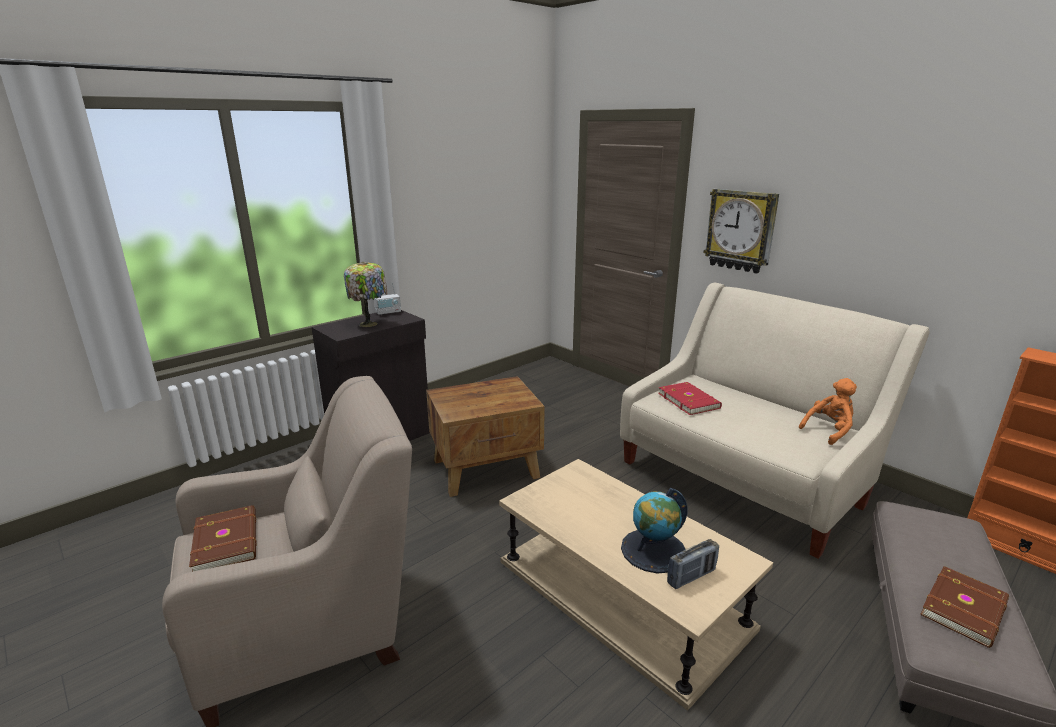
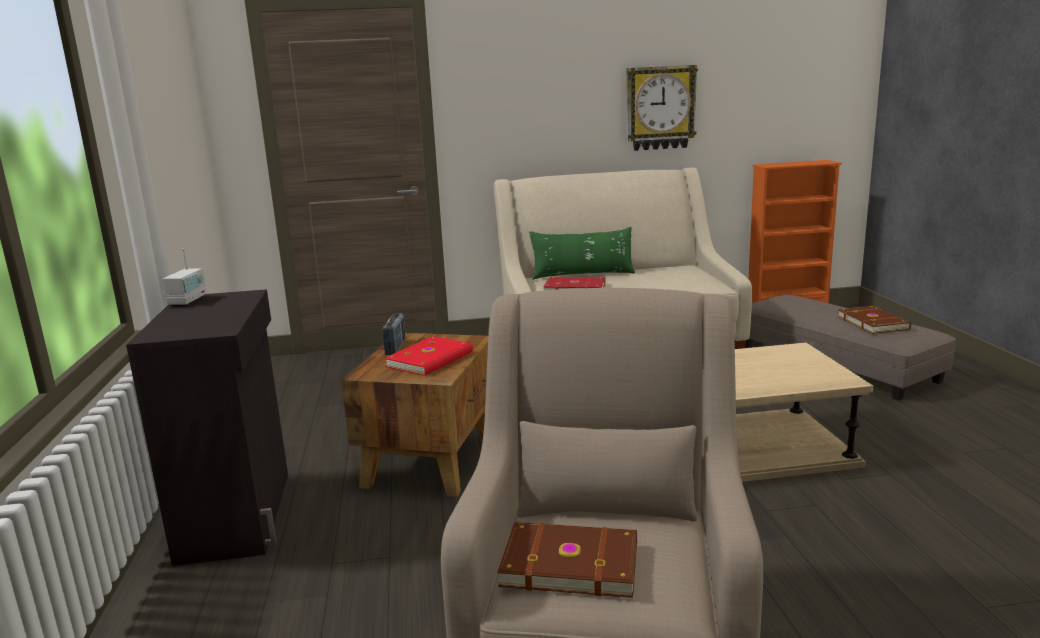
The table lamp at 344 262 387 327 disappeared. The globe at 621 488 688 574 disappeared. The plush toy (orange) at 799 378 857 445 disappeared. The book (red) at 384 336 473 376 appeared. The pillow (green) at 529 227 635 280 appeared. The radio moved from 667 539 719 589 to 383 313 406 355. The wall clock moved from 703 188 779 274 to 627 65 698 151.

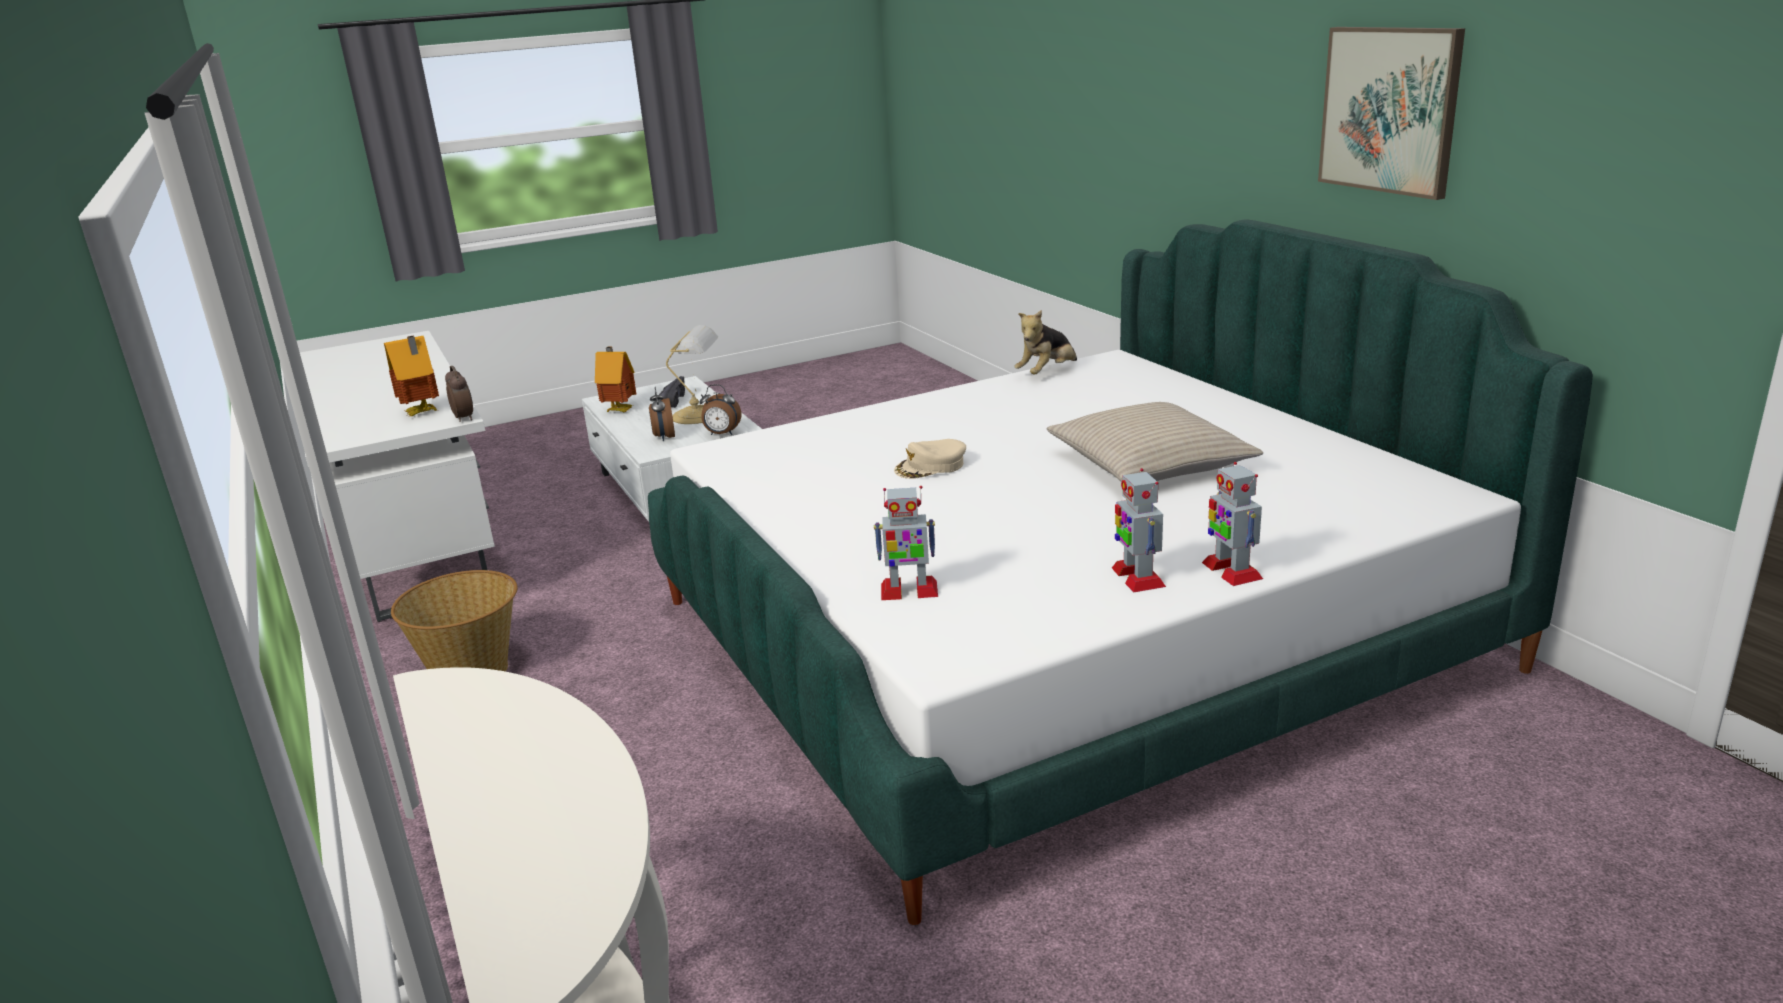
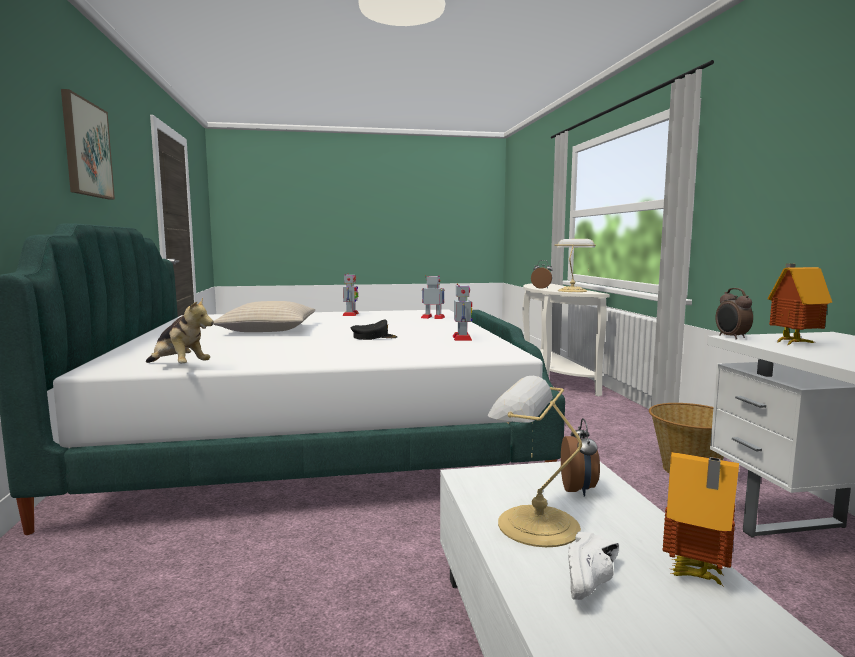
The table lamp at 554 239 596 292 appeared. The alarm clock moved from 699 384 741 435 to 531 260 553 289. The toy robot moved from 1202 462 1263 586 to 453 284 472 341. The shoe (black) at 659 376 685 408 became the shoe (white) at 568 532 619 600. The cap (beige) at 894 439 966 479 became the cap (black) at 351 319 397 340. The plush toy at 1014 310 1077 374 turned 60 degrees clockwise.

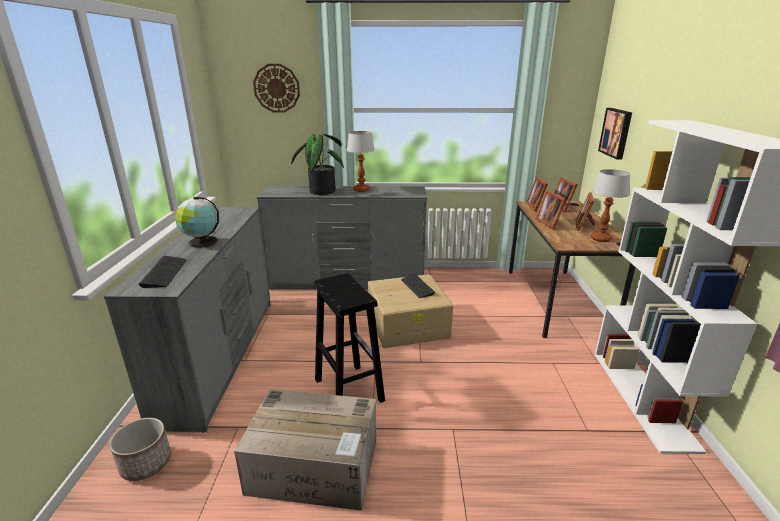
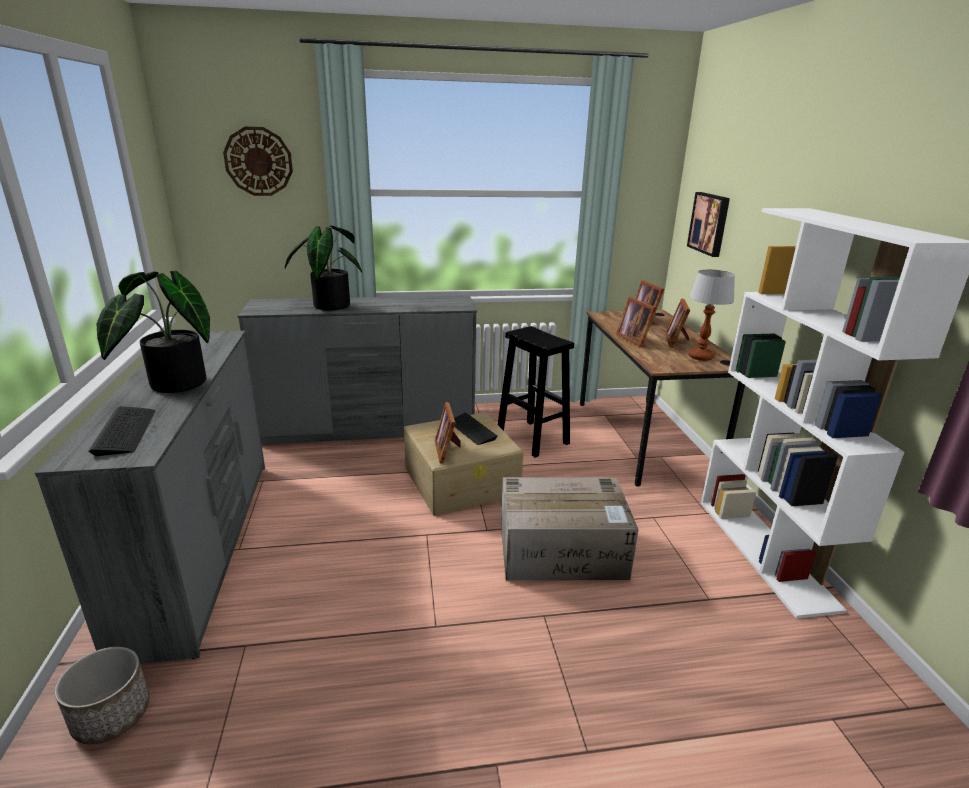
The table lamp at 347 131 375 192 disappeared. The cardboard box moved from 234 389 376 511 to 501 477 639 581. The stool (black) moved from 314 273 385 403 to 498 326 574 458. The picture frame moved from 526 176 548 211 to 435 402 461 464. The globe at 175 197 219 248 was replaced by the potted plant at 97 271 210 393.

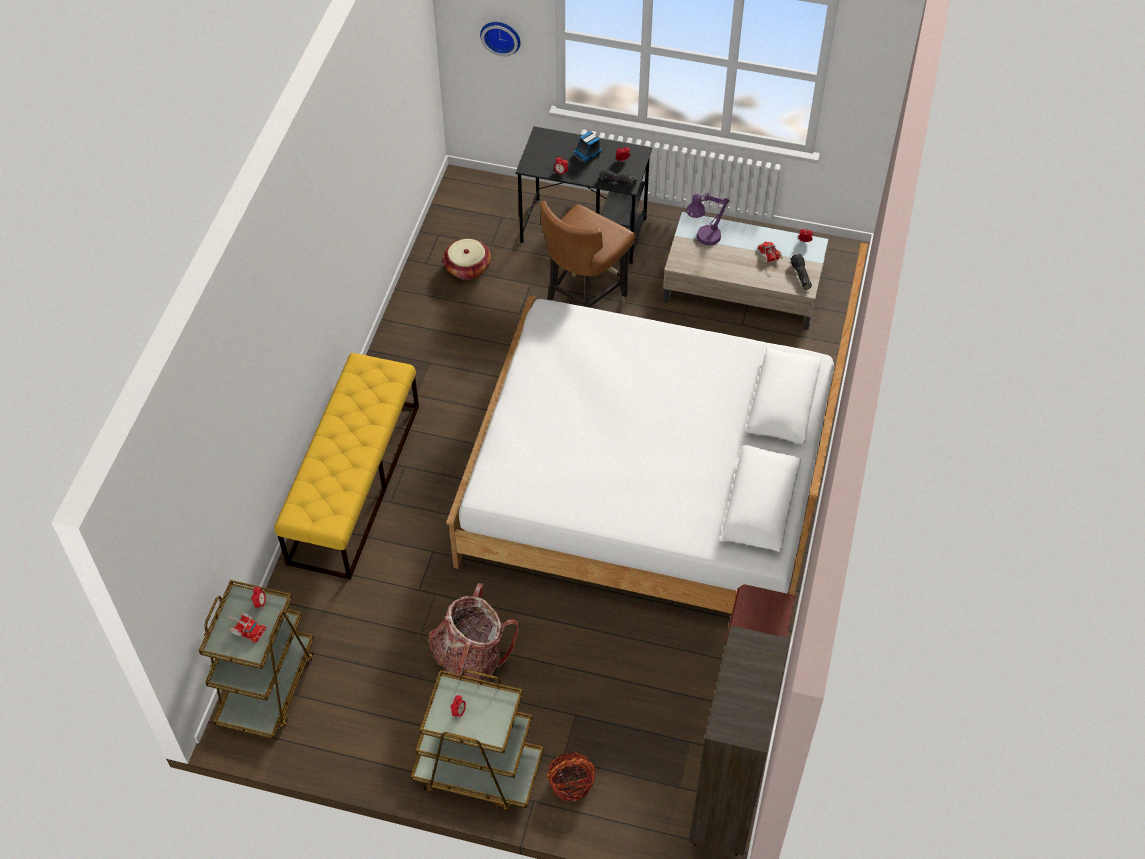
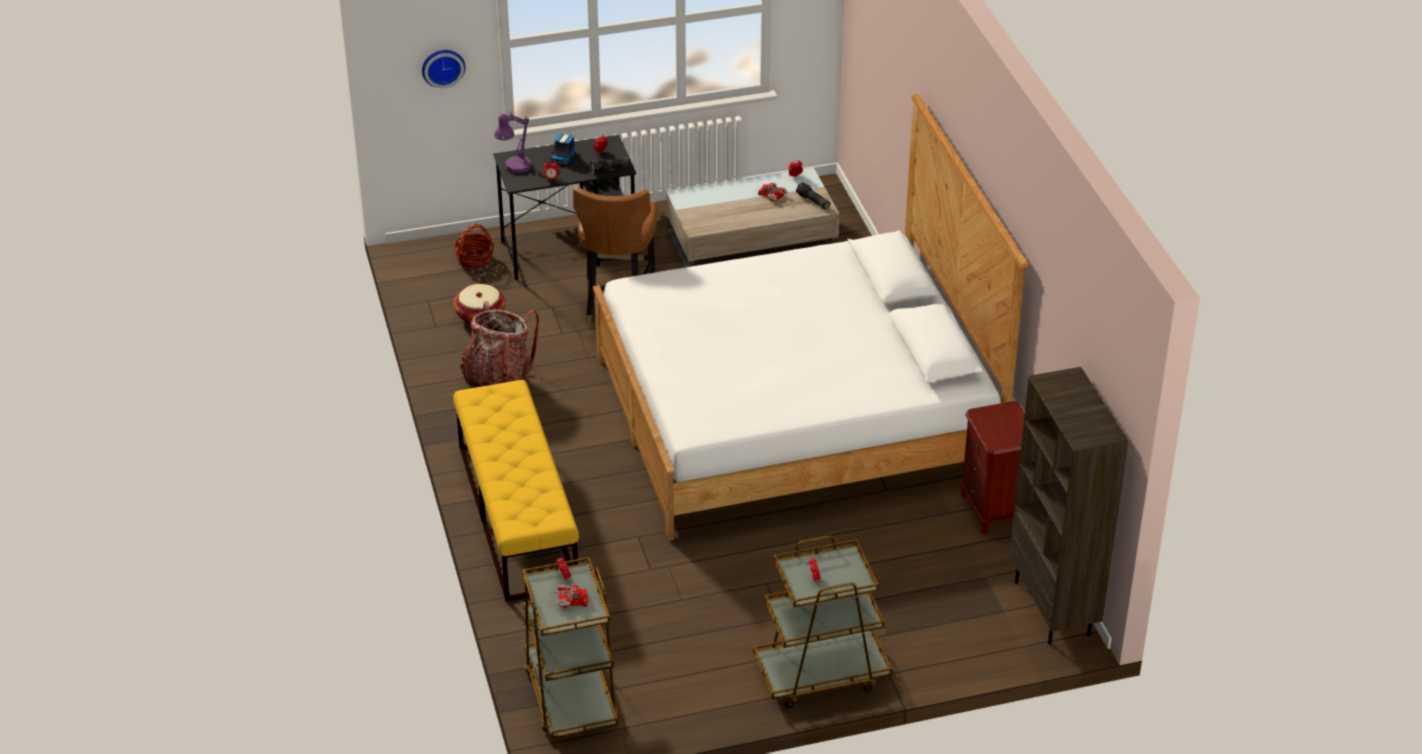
The backpack moved from 428 583 519 683 to 460 301 539 388. The basket moved from 547 752 596 801 to 454 224 494 270. The table lamp (purple) moved from 686 193 730 245 to 494 111 531 174.

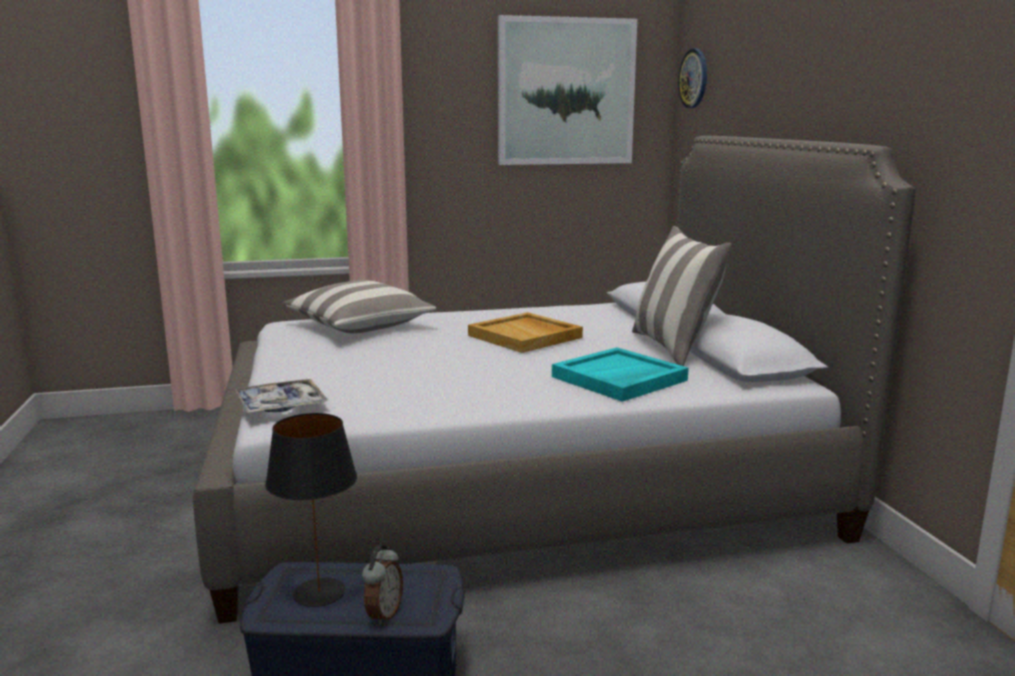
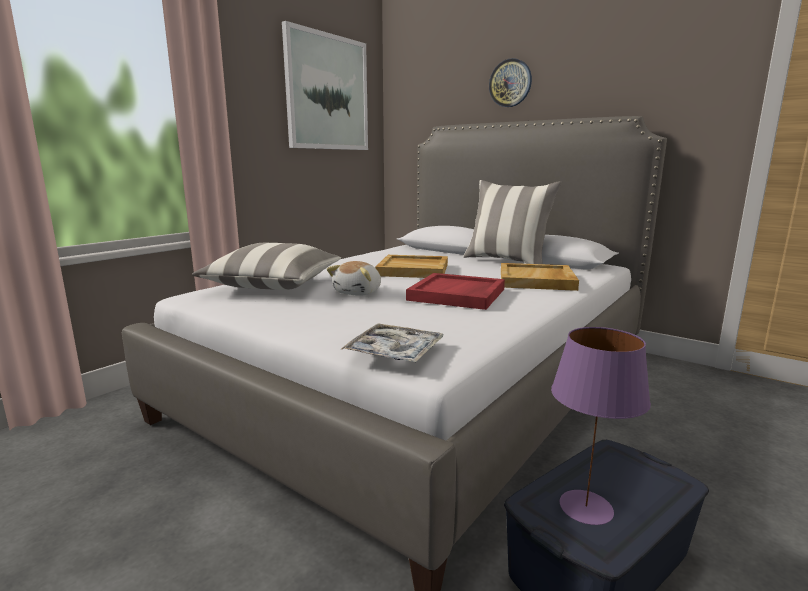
The alarm clock at 362 545 403 626 disappeared. The plush toy at 327 261 381 296 appeared. The tray (red) at 406 273 505 310 appeared. The wall clock moved from 678 49 707 108 to 489 58 532 107. The table lamp (black) at 265 413 357 607 became the table lamp (purple) at 551 327 651 525. The tray (turquoise) at 552 347 689 402 became the tray (beige) at 501 263 579 291.

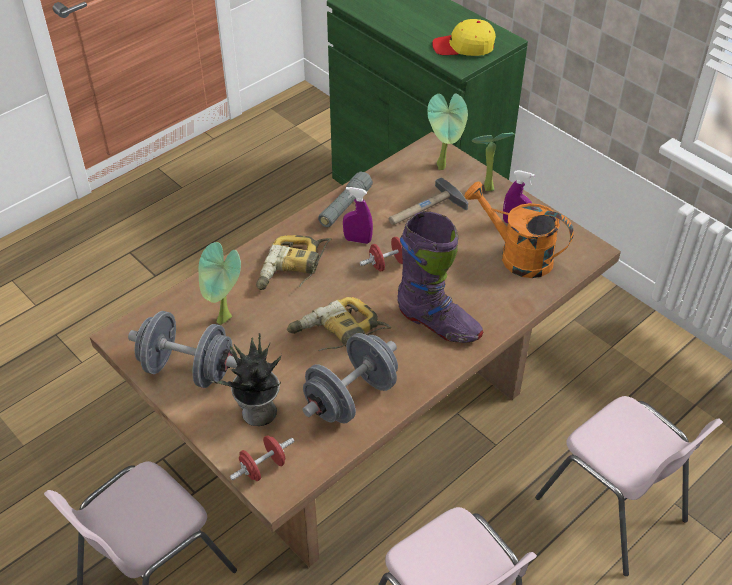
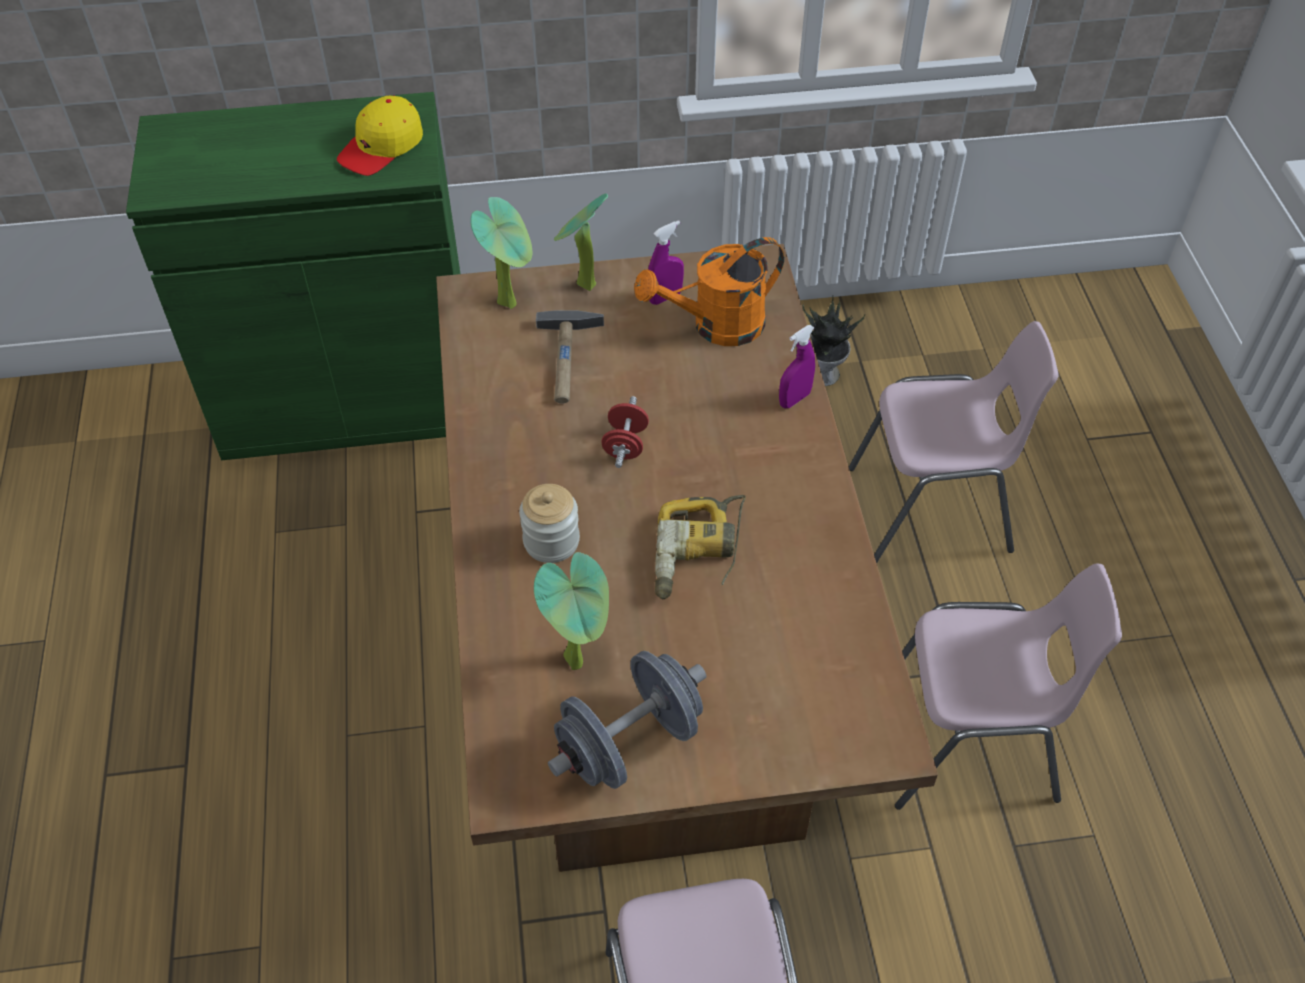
The dumbbell (red) at 230 435 294 481 disappeared. The dumbbell (grey) at 302 333 398 423 disappeared. The flashlight (grey) at 318 172 373 227 disappeared. The boot (purple) at 397 211 483 343 disappeared. The potted plant moved from 211 333 282 426 to 802 295 865 386. The spray bottle (purple) moved from 343 187 373 244 to 779 325 815 409. The power drill at 256 235 332 290 was replaced by the jar at 519 484 580 563.

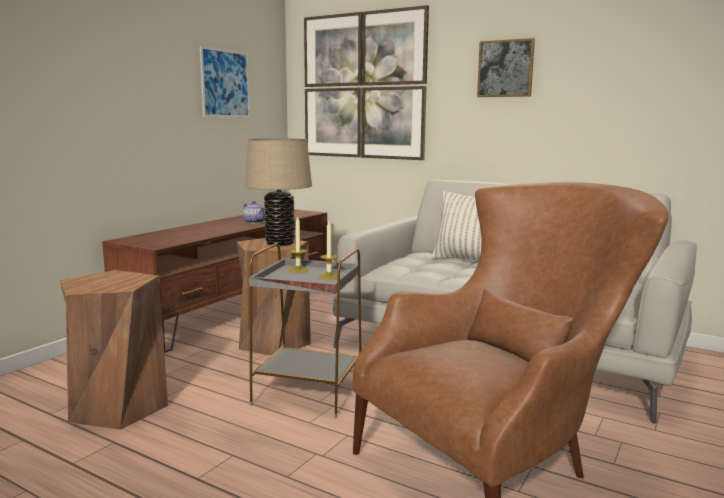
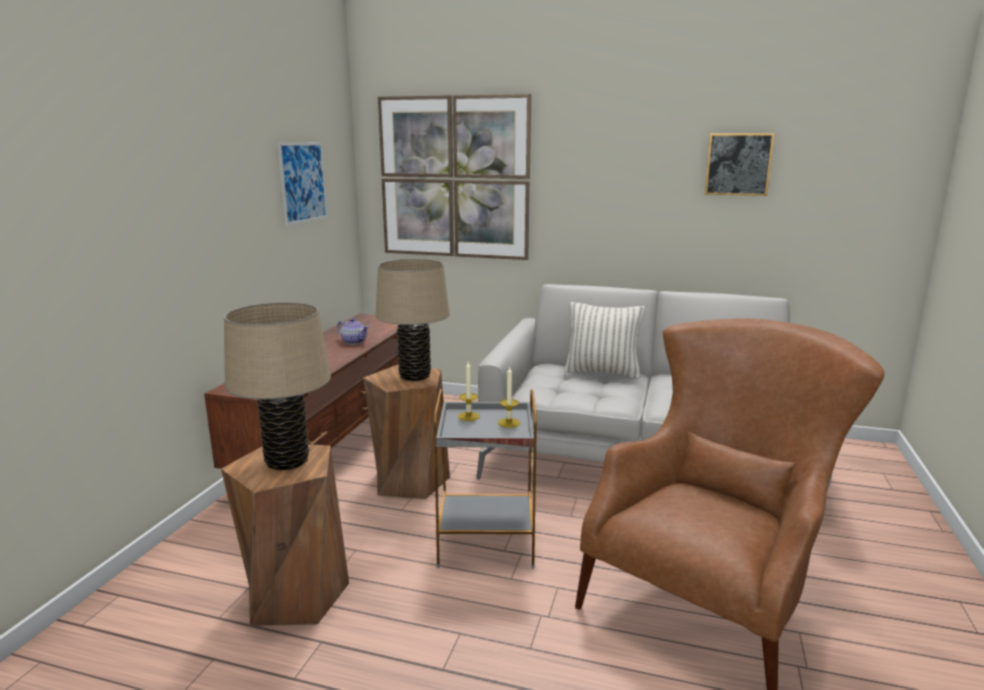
The table lamp (beige) at 224 302 331 471 appeared. The picture moved from 477 38 535 97 to 705 133 775 196.

